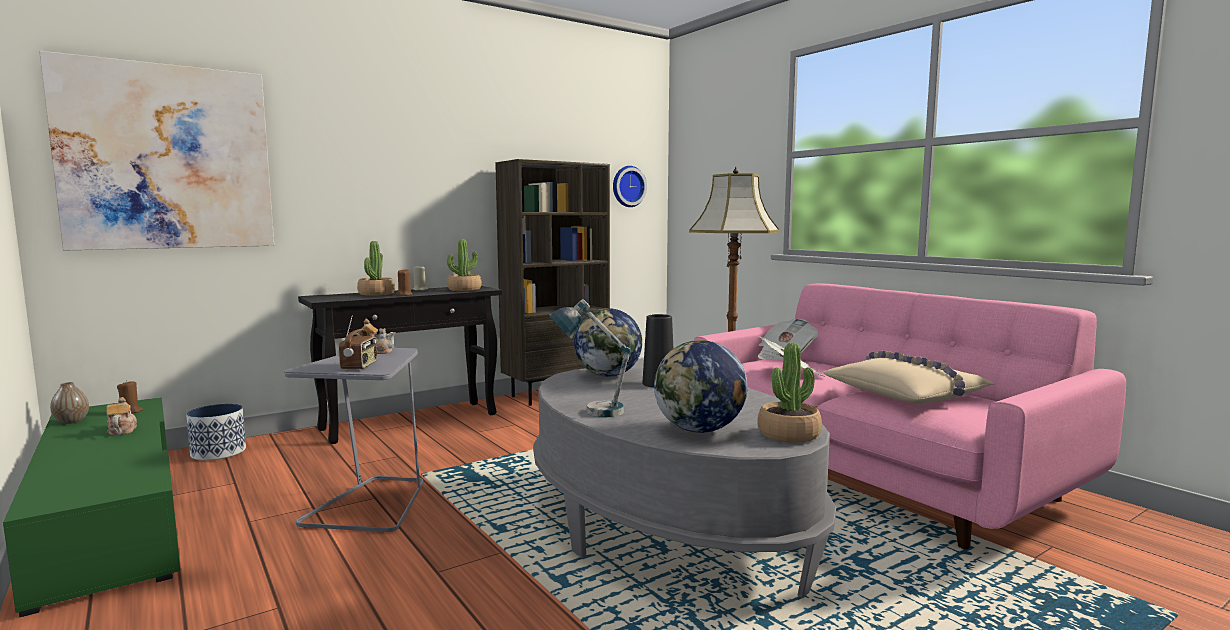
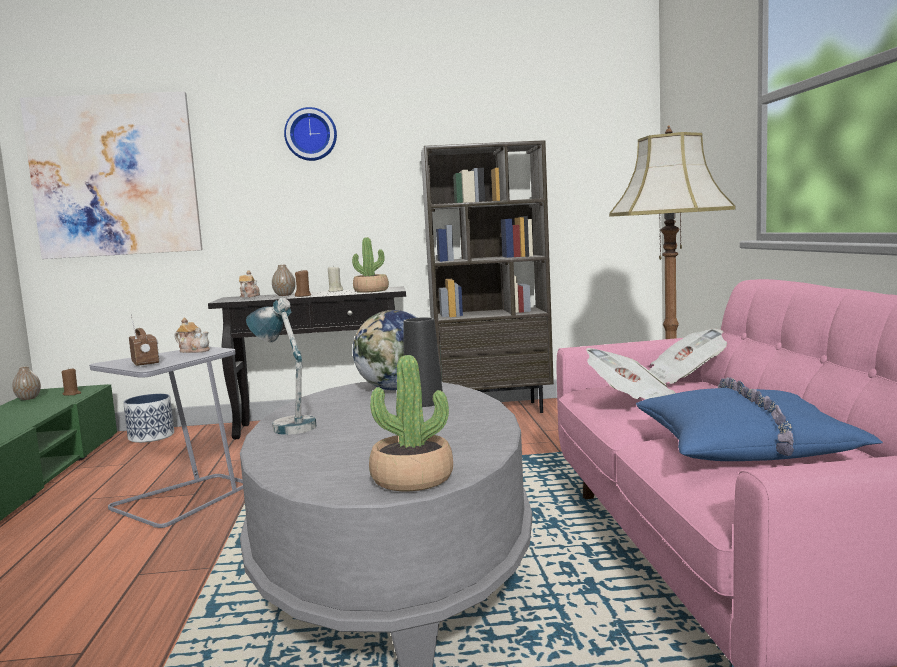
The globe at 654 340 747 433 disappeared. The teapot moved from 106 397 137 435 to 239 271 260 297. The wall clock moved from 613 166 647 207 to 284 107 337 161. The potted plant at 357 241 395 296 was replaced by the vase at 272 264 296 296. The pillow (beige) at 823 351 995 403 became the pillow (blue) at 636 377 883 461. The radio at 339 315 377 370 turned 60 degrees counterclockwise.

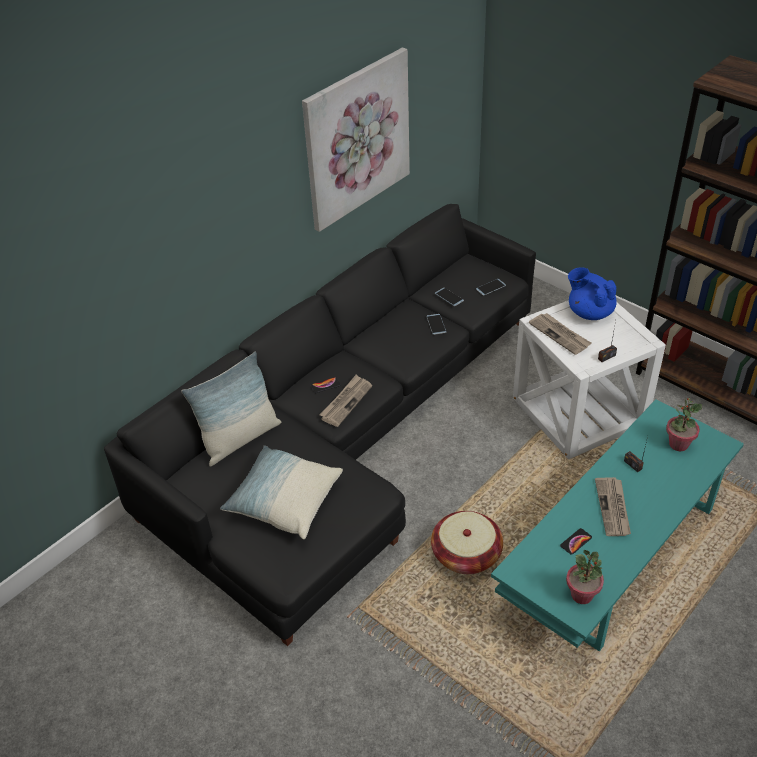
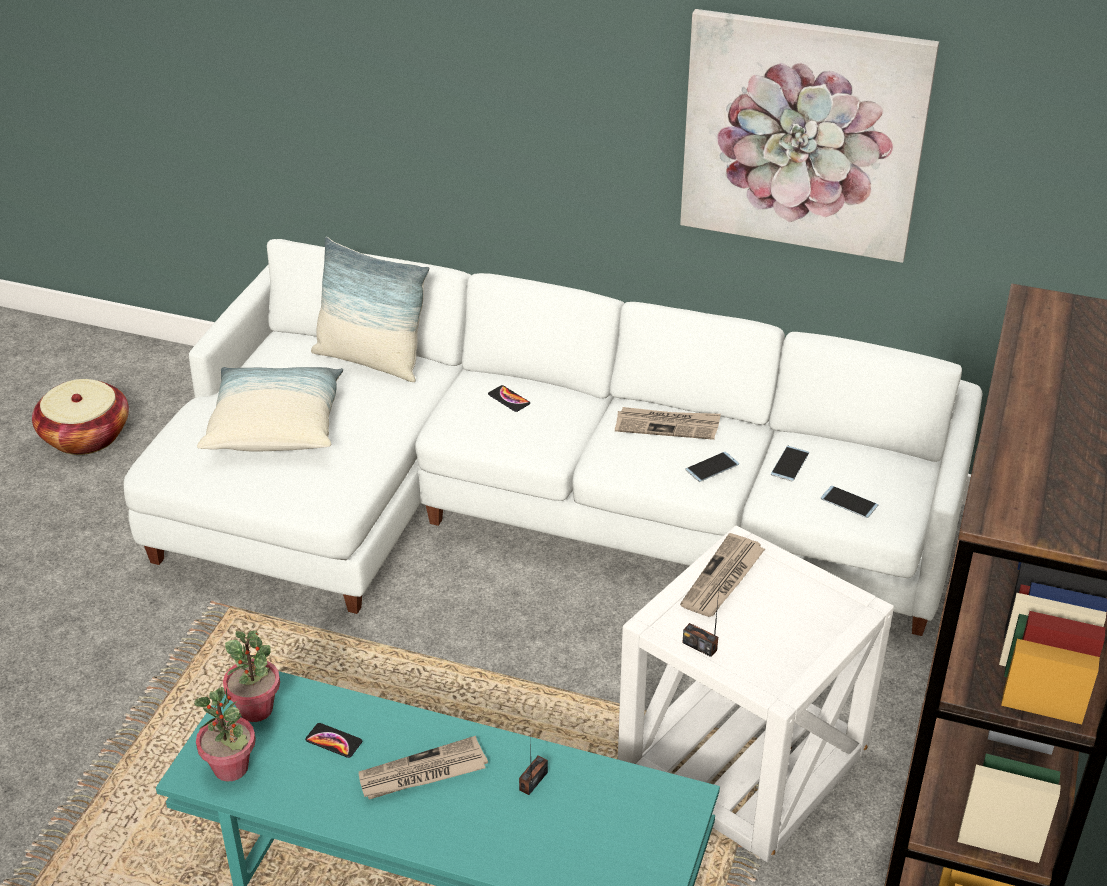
The teapot (blue) at 568 267 617 320 disappeared. The newspaper moved from 320 375 372 427 to 615 407 721 440. The basket moved from 431 511 503 574 to 32 379 129 455. The potted plant moved from 666 398 702 451 to 223 630 280 722. The sofa (black) at 104 204 536 646 became the sofa (white) at 124 239 982 636.

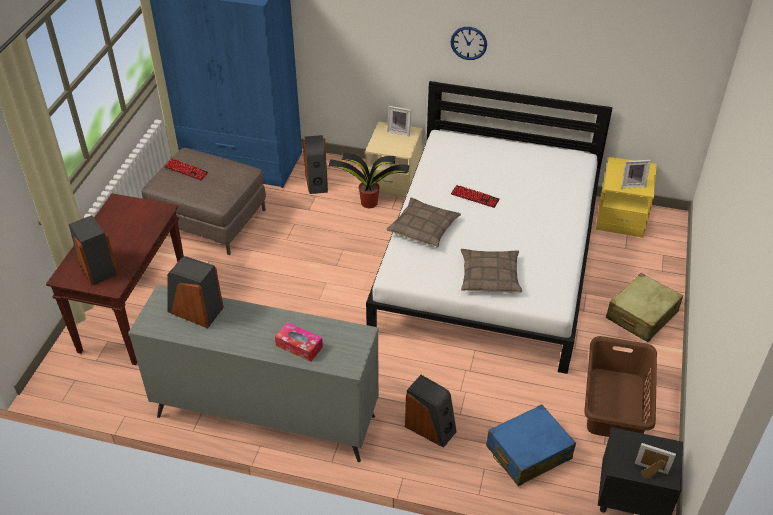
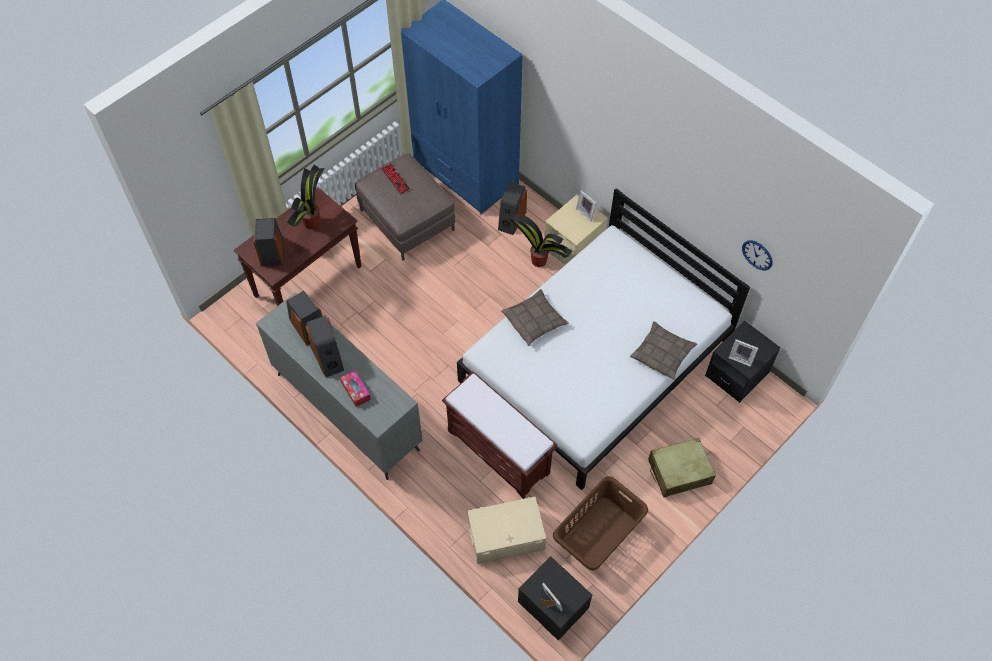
The keyboard at 451 185 499 208 disappeared. The potted plant at 287 164 325 230 appeared. The bench (brown) at 442 372 558 499 appeared. The speaker moved from 405 375 457 448 to 305 315 344 377. The wall clock moved from 451 27 487 60 to 742 240 773 270. The pillow moved from 461 249 522 293 to 630 321 697 380. The suitcase (blue) at 486 404 576 486 was replaced by the storage box (beige) at 467 497 546 564. The nightstand (yellow) at 596 157 657 238 became the nightstand (black) at 705 321 781 403.

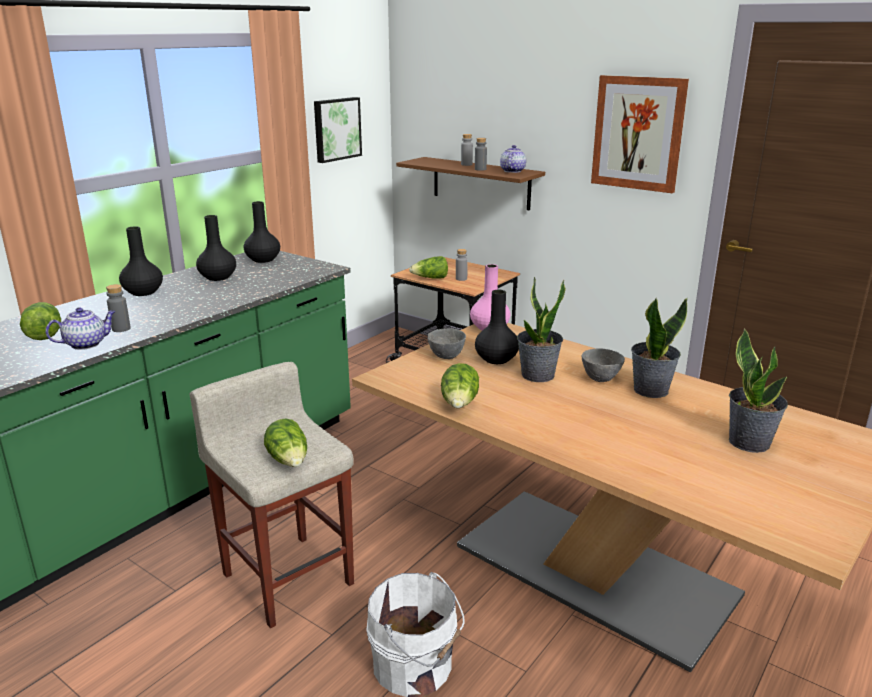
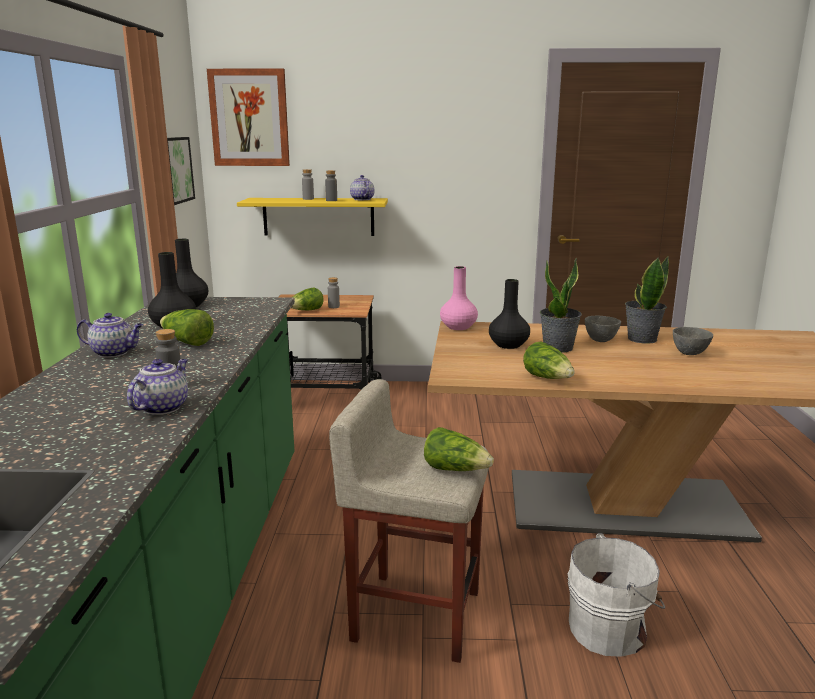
The potted plant at 729 328 788 453 disappeared. The lettuce moved from 20 302 61 340 to 160 309 214 346. The bowl (grey) moved from 427 328 466 359 to 673 327 713 355. The picture moved from 591 75 689 193 to 207 68 290 166. The vase (black) at 119 226 163 296 was replaced by the teapot at 77 313 143 357. The shelf (brown) at 396 157 545 210 became the shelf (yellow) at 237 198 388 236.

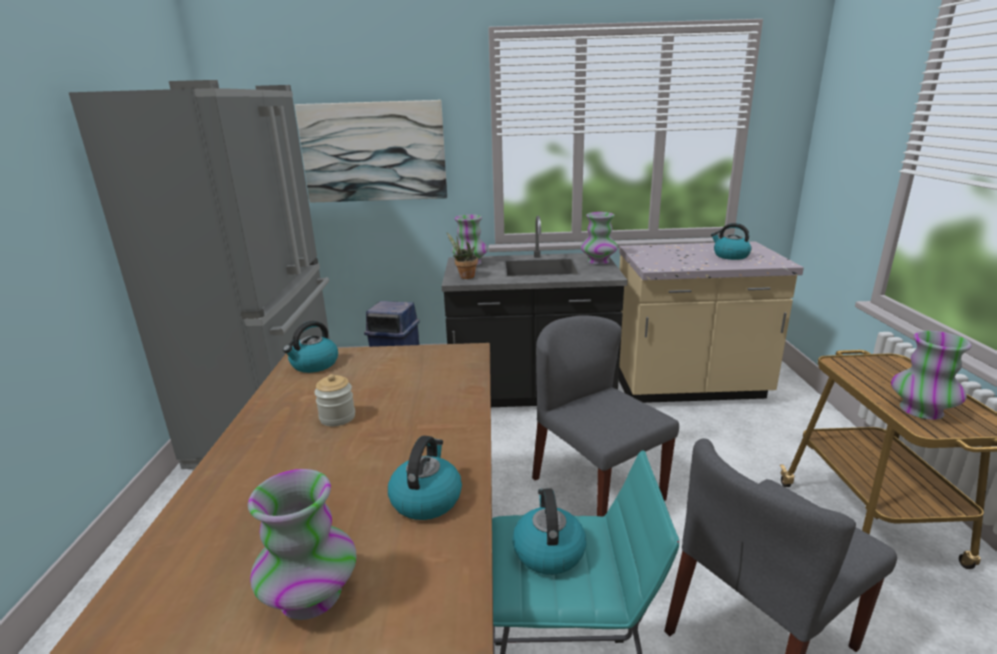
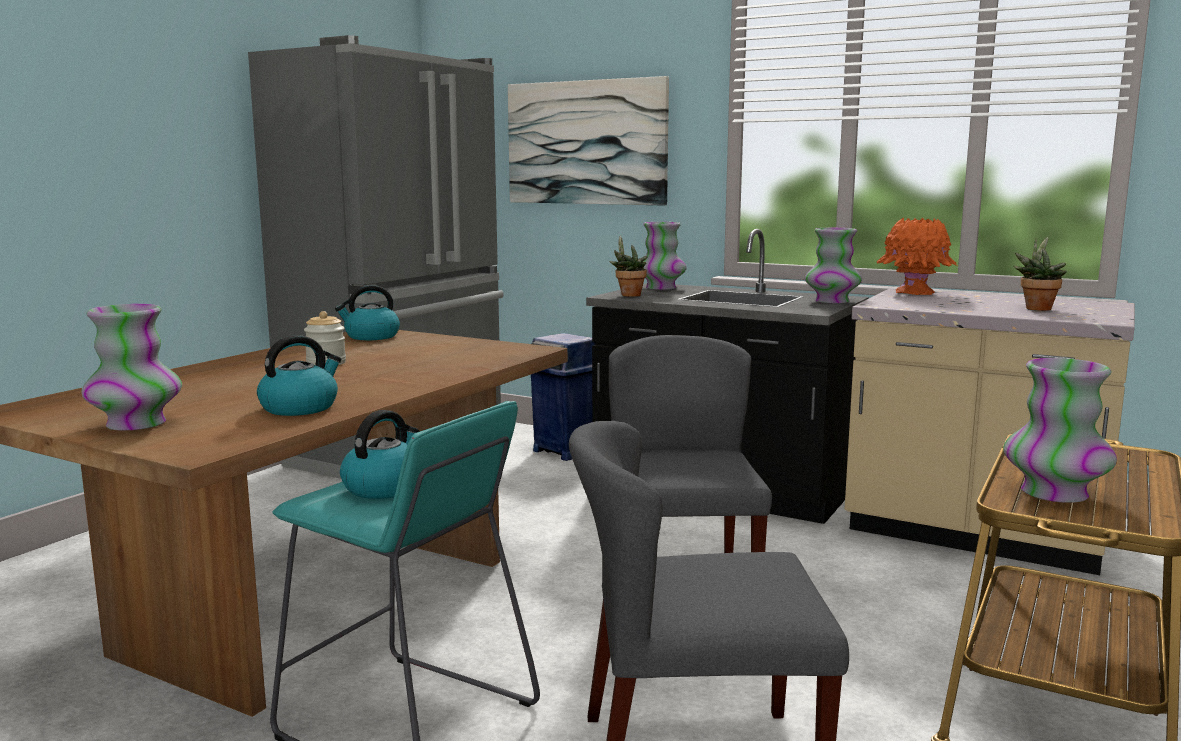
The vase (orange) at 877 218 957 295 appeared. The kettle at 711 223 752 260 was replaced by the potted plant at 1013 237 1067 311.

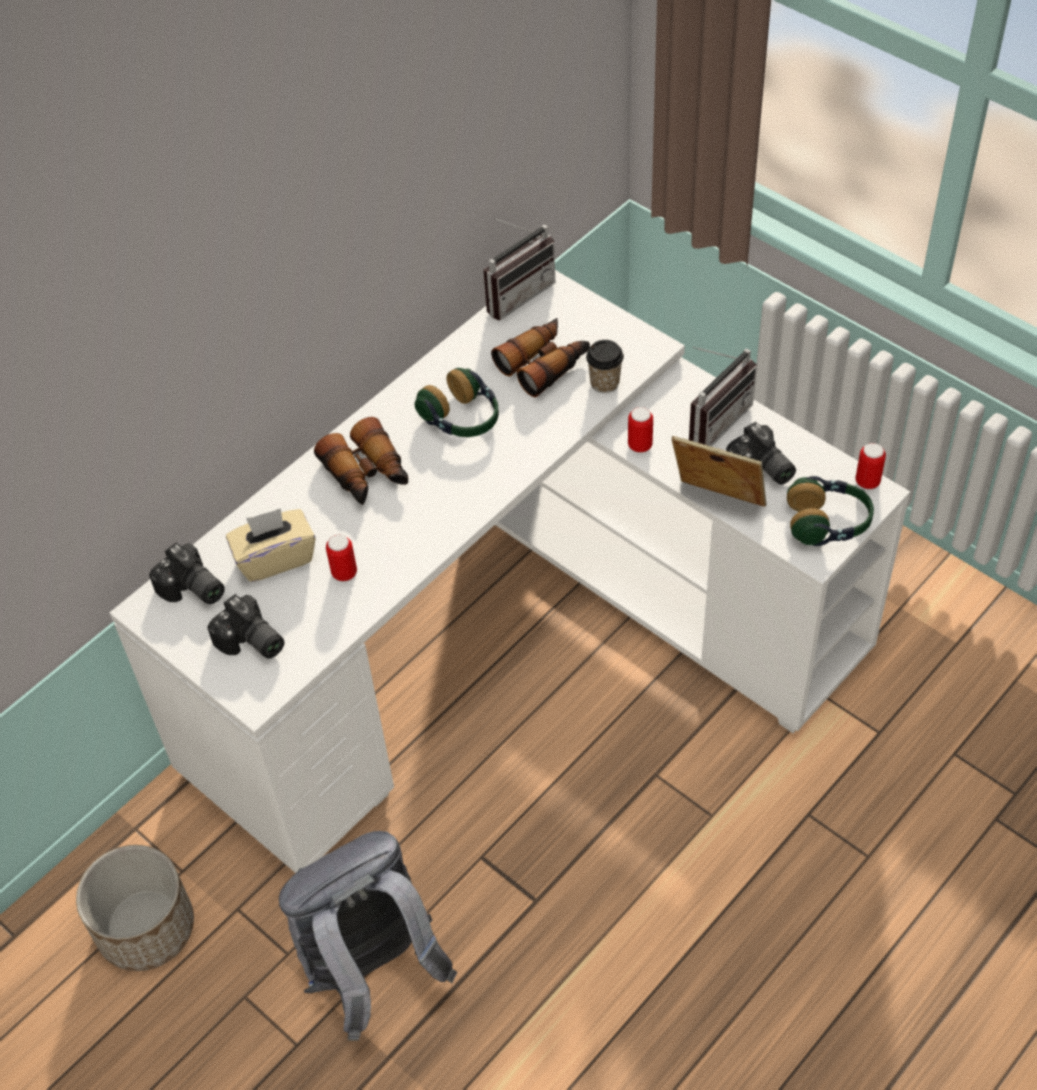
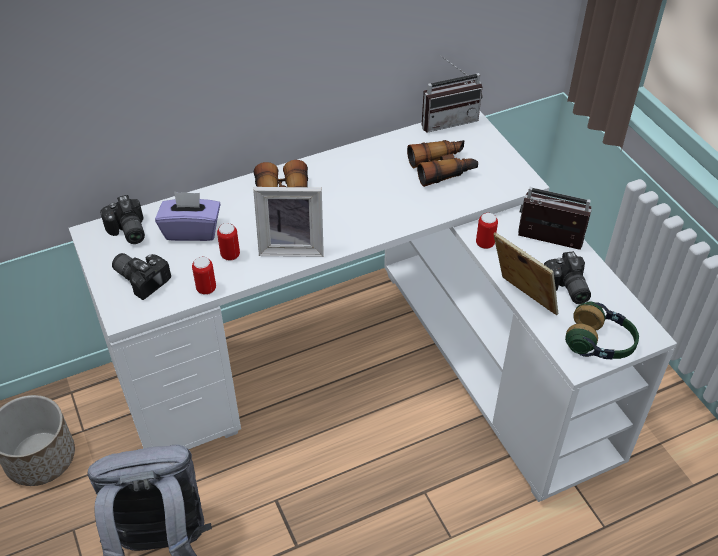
The headphones at 414 368 498 437 disappeared. The cup at 586 340 624 393 disappeared. The picture frame at 253 187 324 257 appeared. The can moved from 855 443 886 490 to 192 257 216 295. The tissue box (beige) at 226 508 315 582 became the tissue box (purple) at 155 191 221 241. The photo camera at 207 594 285 658 turned 150 degrees clockwise. The radio at 689 347 757 446 turned 135 degrees counterclockwise.

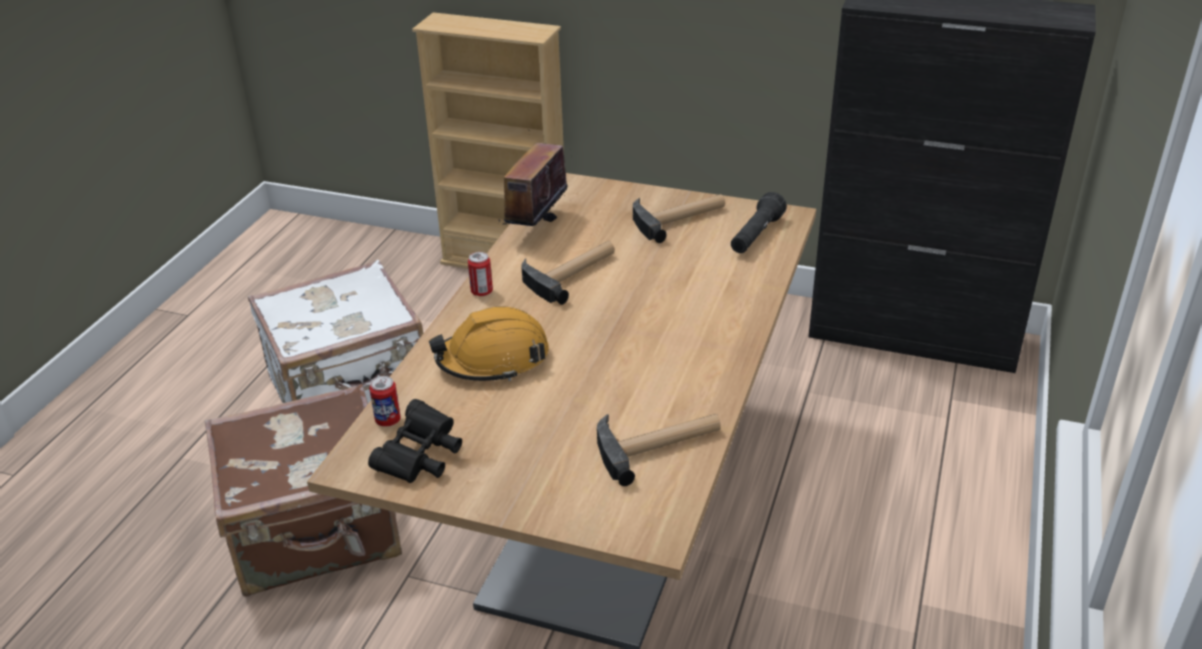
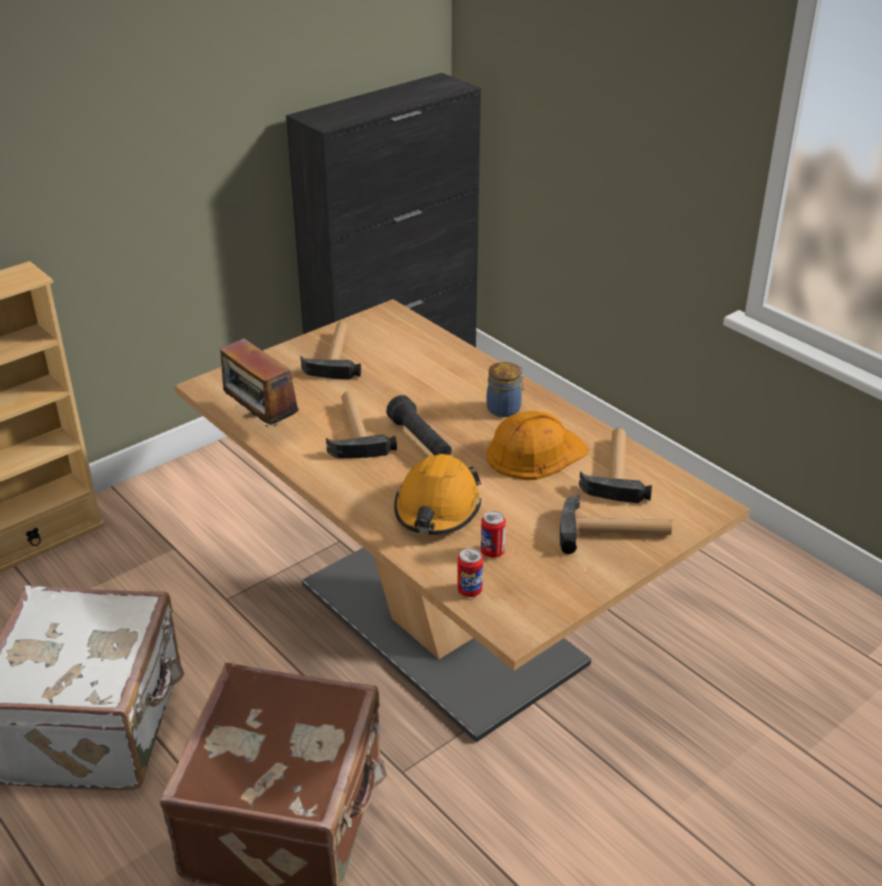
The binoculars (black) at 368 399 462 483 disappeared. The jar at 486 362 523 417 appeared. The hard hat (orange) at 487 411 589 480 appeared. The hammer at 560 494 672 554 appeared. The can moved from 468 252 493 296 to 481 511 506 558. The flashlight (black) moved from 731 192 787 253 to 386 395 452 455.

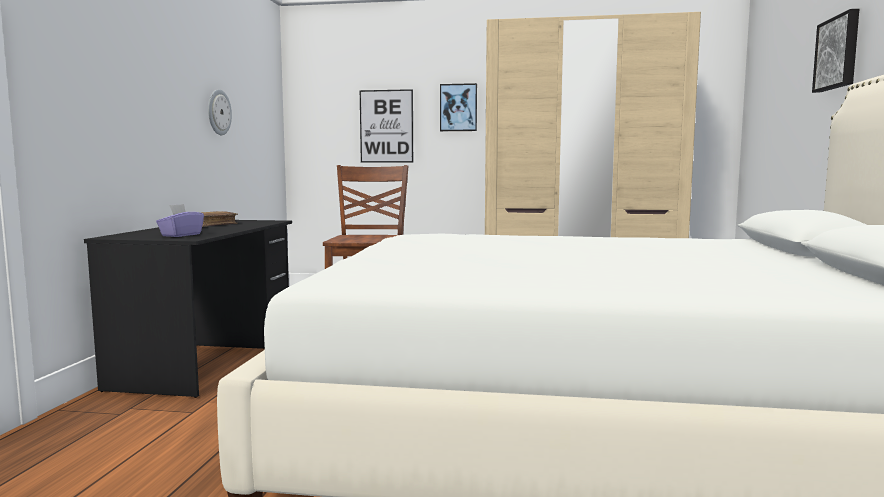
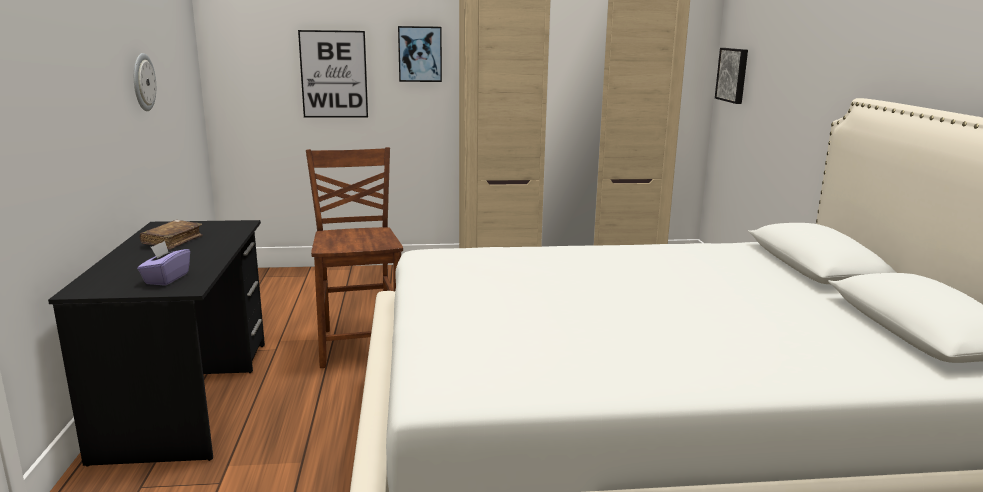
The picture moved from 812 9 859 93 to 715 48 748 104.

